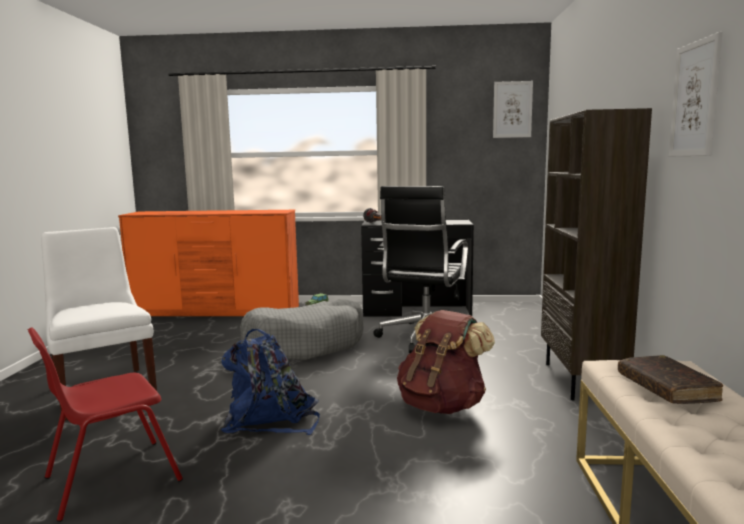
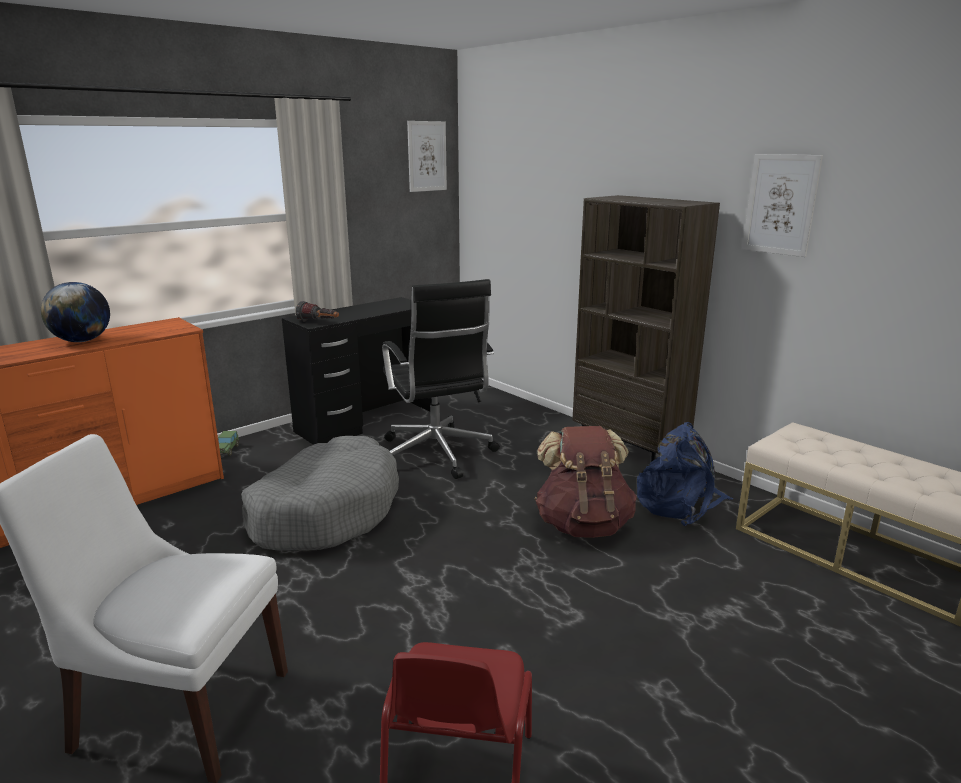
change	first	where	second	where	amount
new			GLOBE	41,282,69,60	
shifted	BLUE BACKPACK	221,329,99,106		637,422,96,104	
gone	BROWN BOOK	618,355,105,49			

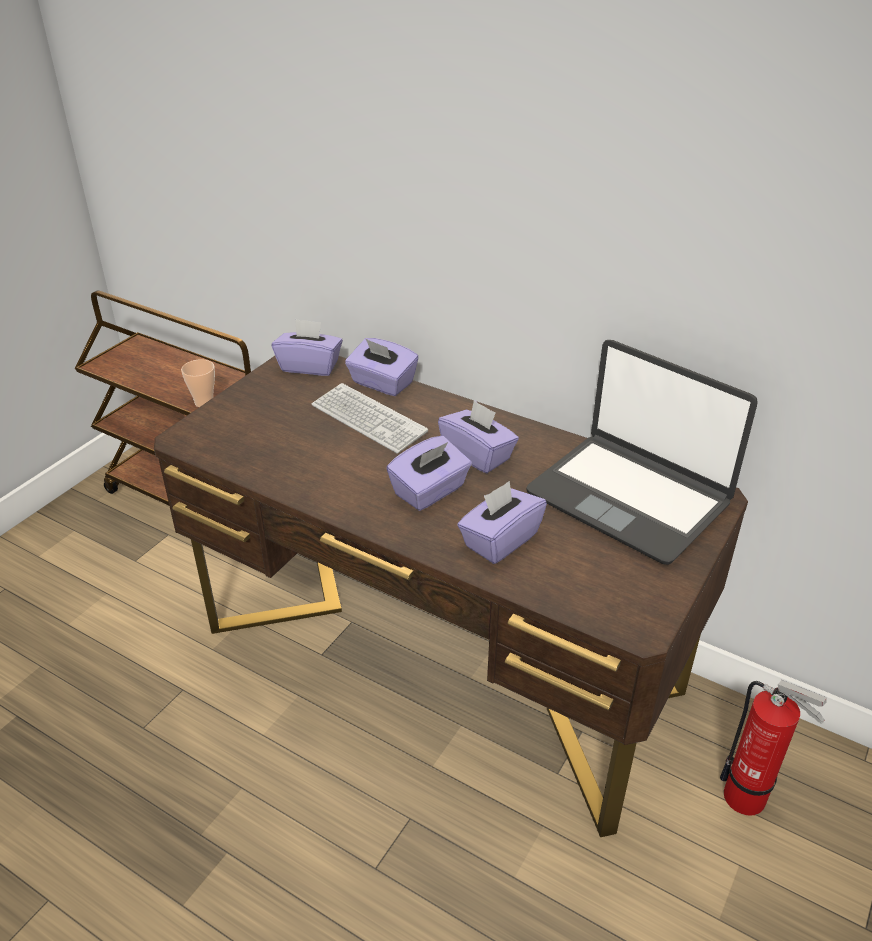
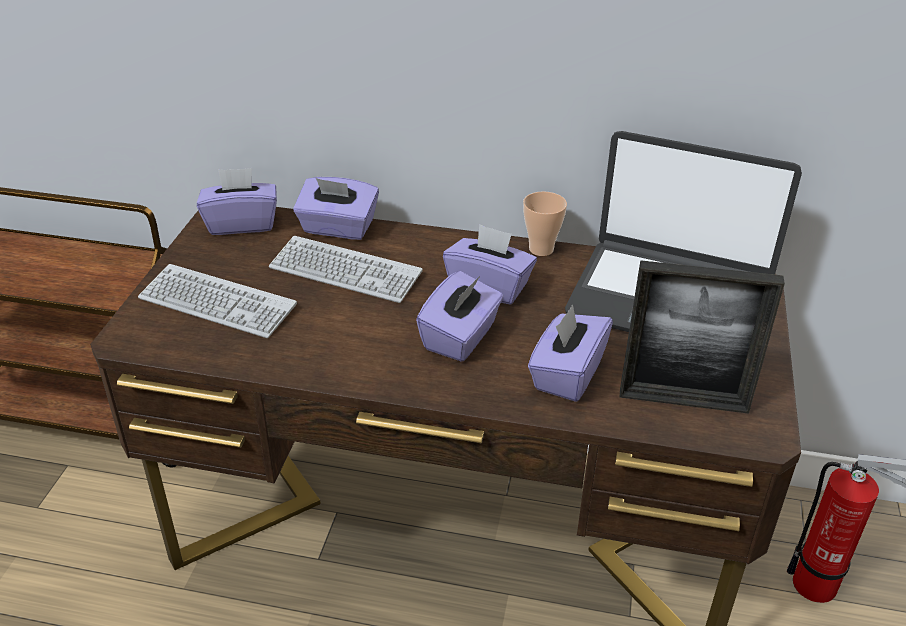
change	first	where	second	where	amount
new			KEYBOARD	138,264,159,74	
shifted	CUP	181,359,34,48		523,191,44,65	
new			PICTURE FRAME	620,260,165,154	

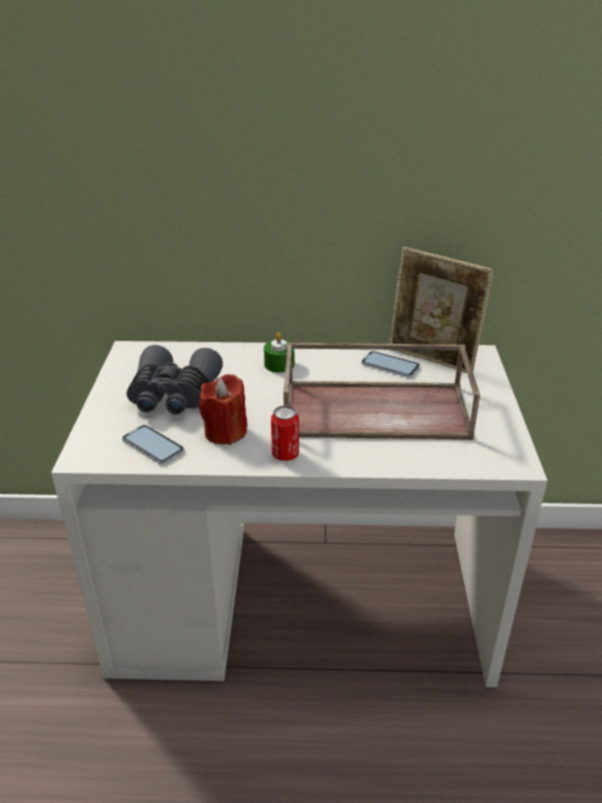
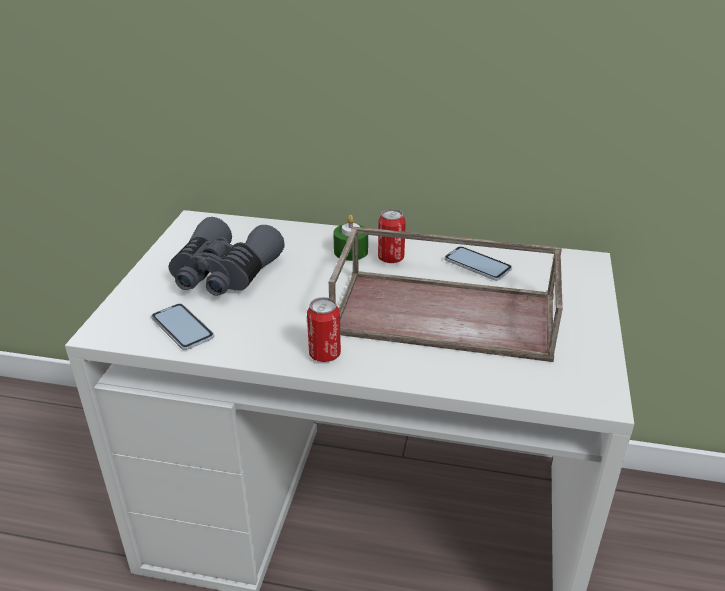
change	first	where	second	where	amount
new			CAN	378,209,28,54	
gone	RED CANDLE	199,374,48,71			
gone	PICTURE FRAME	389,247,105,126			

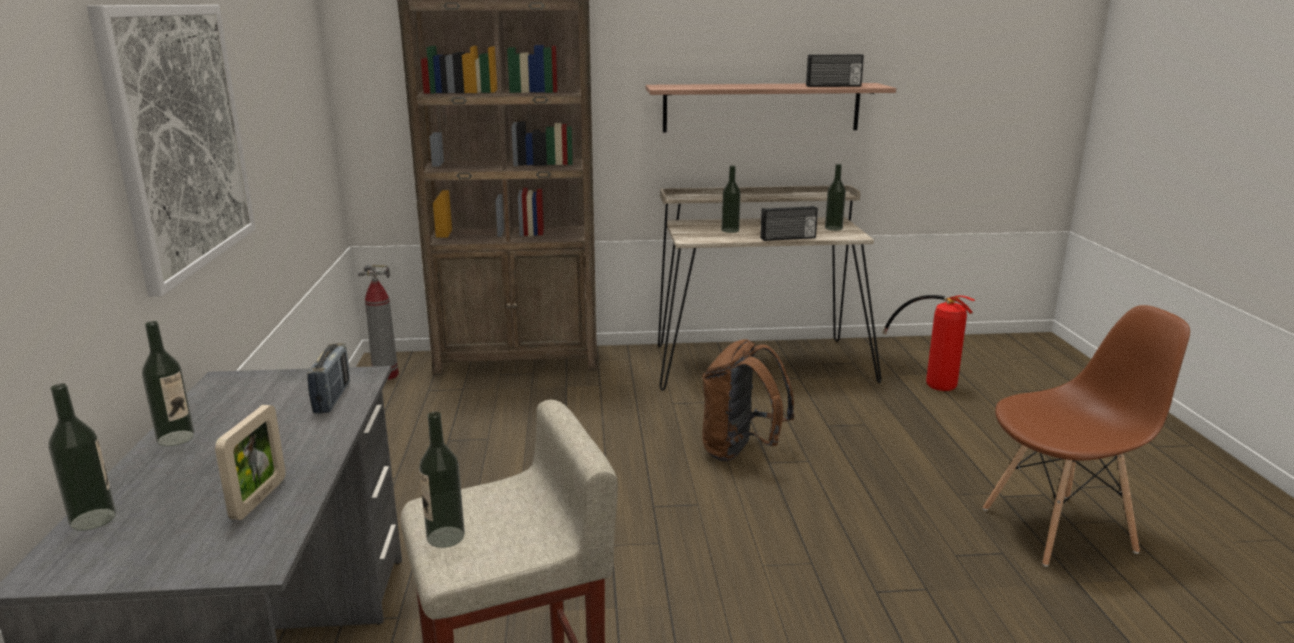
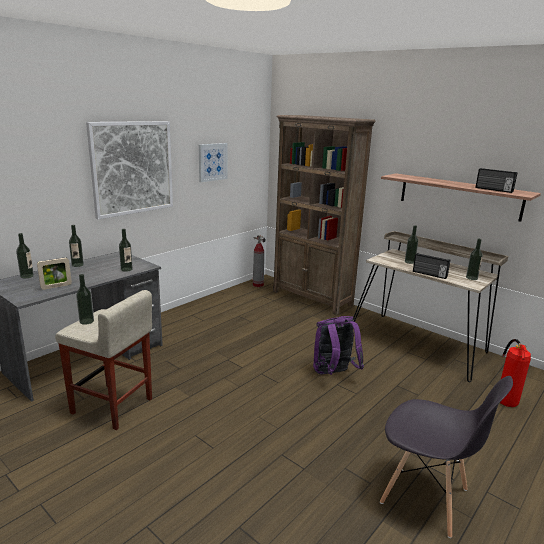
change	first	where	second	where	amount
swapped	RADIO	307,343,43,70	BOTTLE	119,229,14,43	
new			PICTURE	199,143,29,39	
repainted	BROWN BACKPACK	702,339,93,122	PURPLE BACKPACK	313,316,51,59	
repainted	BROWN CHAIR	983,305,207,262	GREY CHAIR	380,376,133,162	

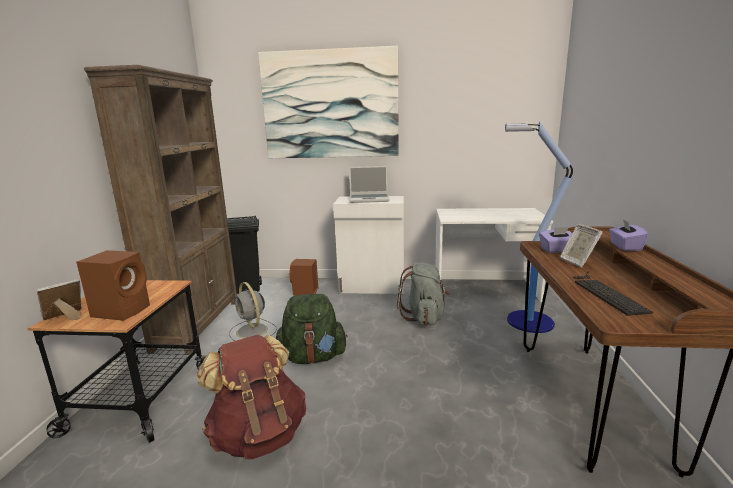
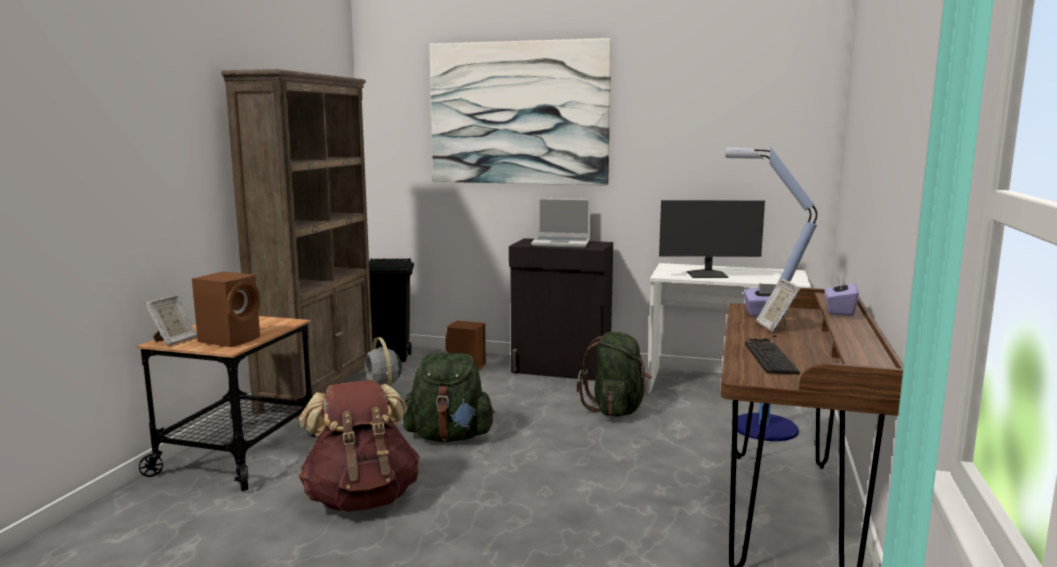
change	first	where	second	where	amount
rotated	PICTURE FRAME	37,279,45,41		145,295,52,51	150 degrees clockwise
repainted	WHITE CABINET	333,196,71,98	BLACK CABINET	509,238,104,143	
repainted	GREY BACKPACK	397,263,53,63	GREEN BACKPACK	576,332,76,84	
new			MONITOR	659,200,106,78	

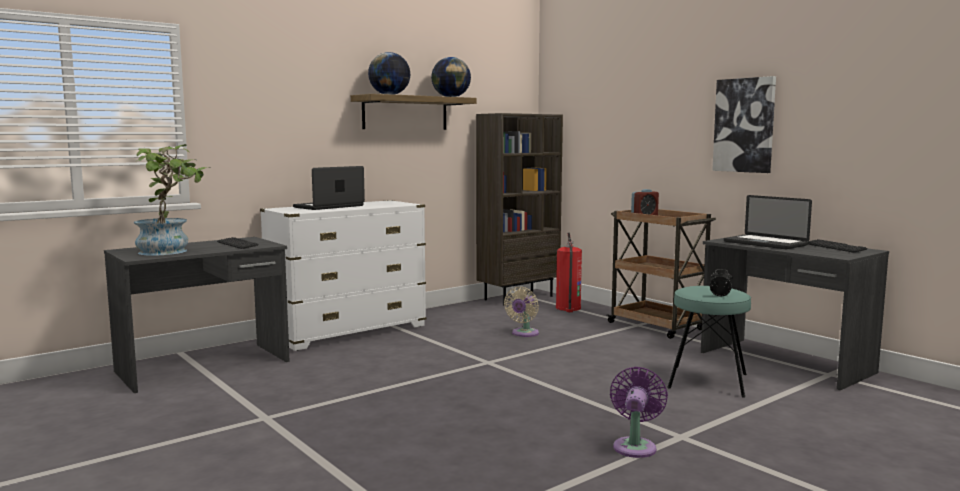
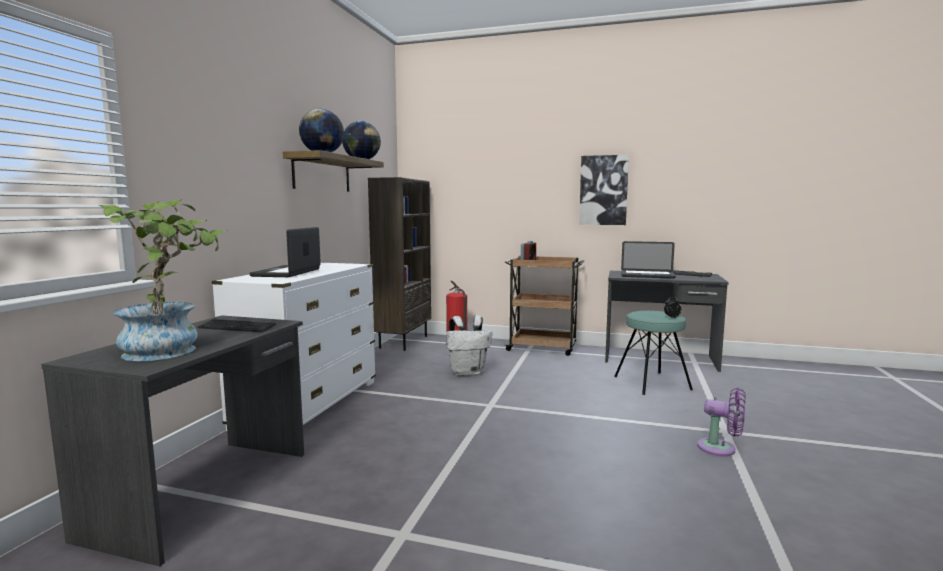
change	first	where	second	where	amount
swapped	BEIGE FAN	504,287,35,50	WHITE BACKPACK	447,315,45,61	
rotated	PURPLE FAN	610,367,58,91		697,388,49,68	135 degrees clockwise

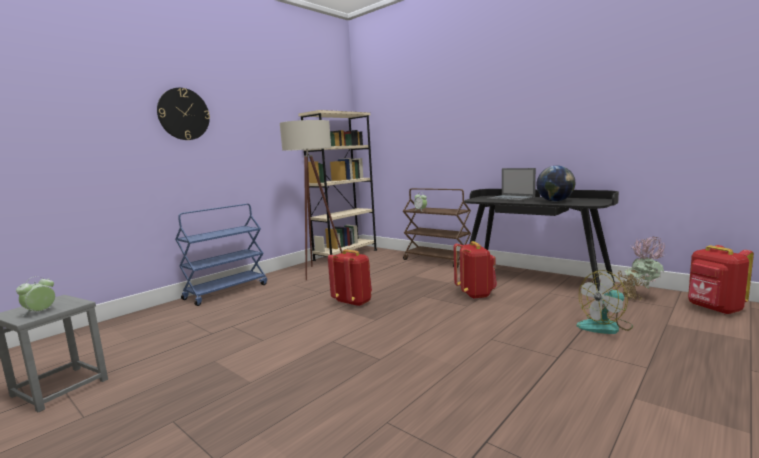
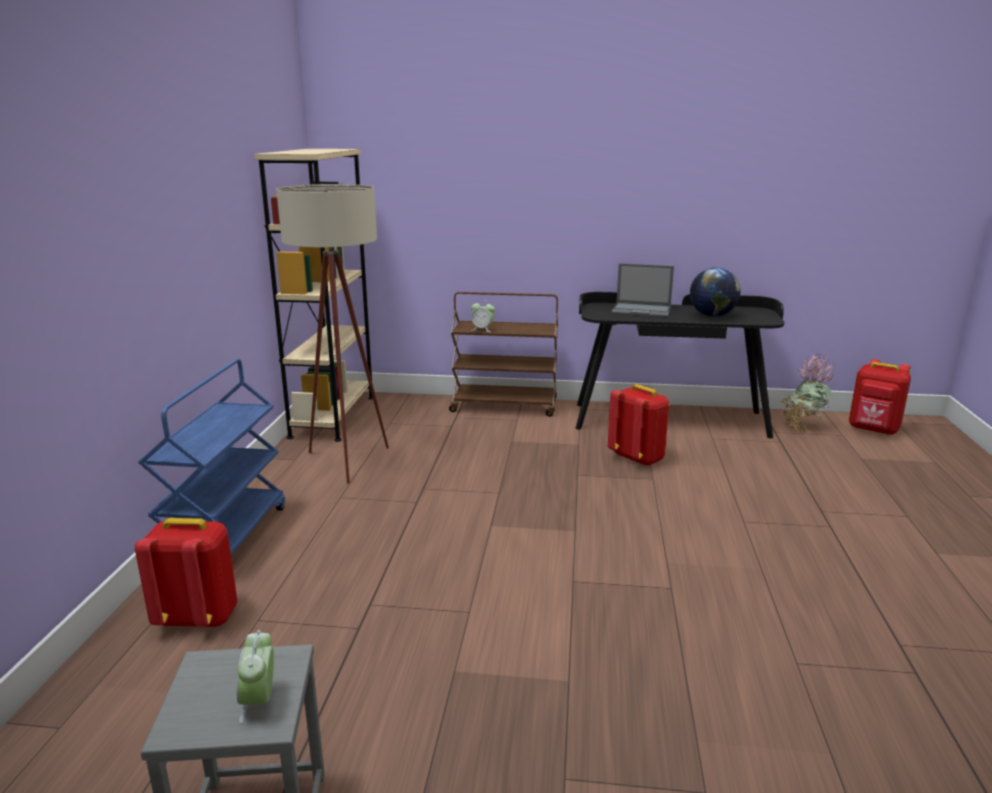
change	first	where	second	where	amount
shifted	RED BACKPACK	328,249,44,58		135,518,102,110	
gone	WALL CLOCK	157,88,53,52			
gone	FAN	577,270,56,64			

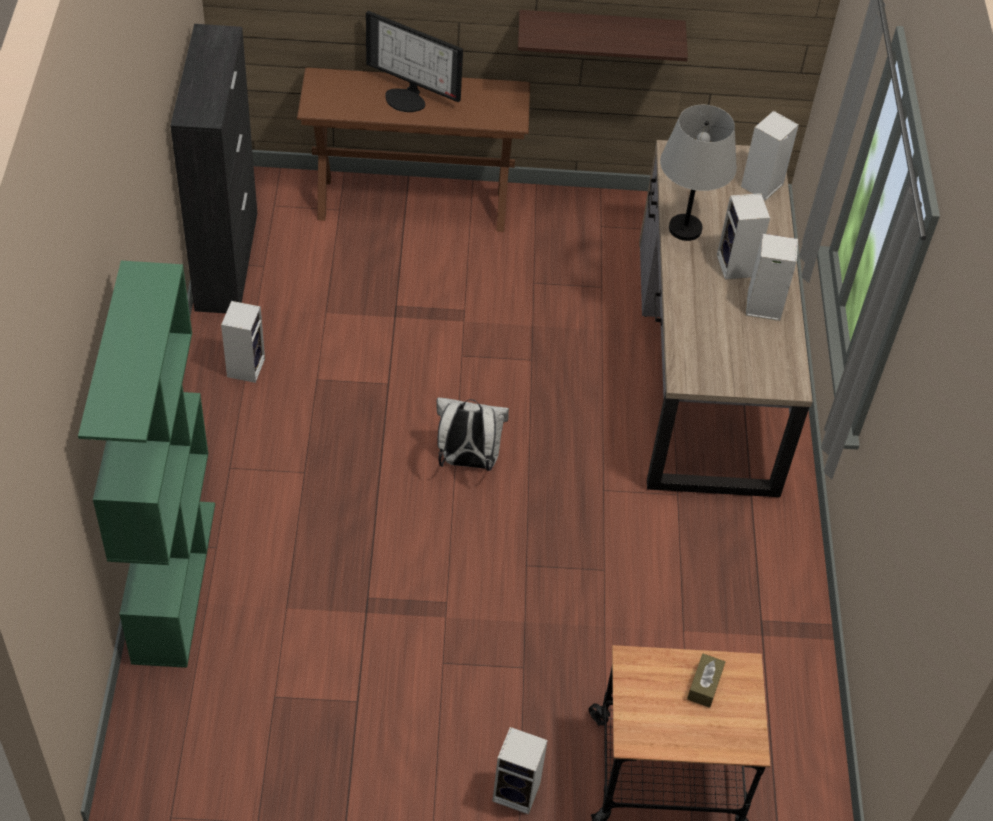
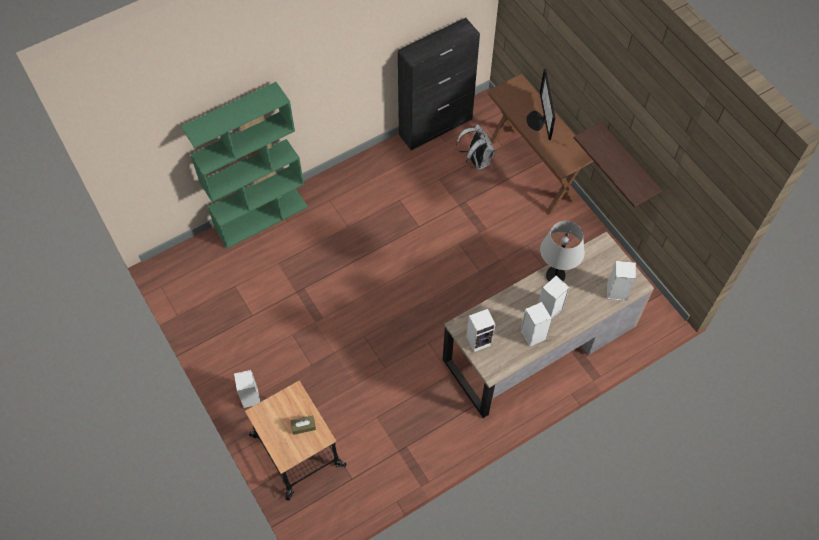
change	first	where	second	where	amount
shifted	WHITE BACKPACK	436,398,73,73		456,124,39,46	
shifted	SPEAKER	221,301,44,82		466,309,30,43	

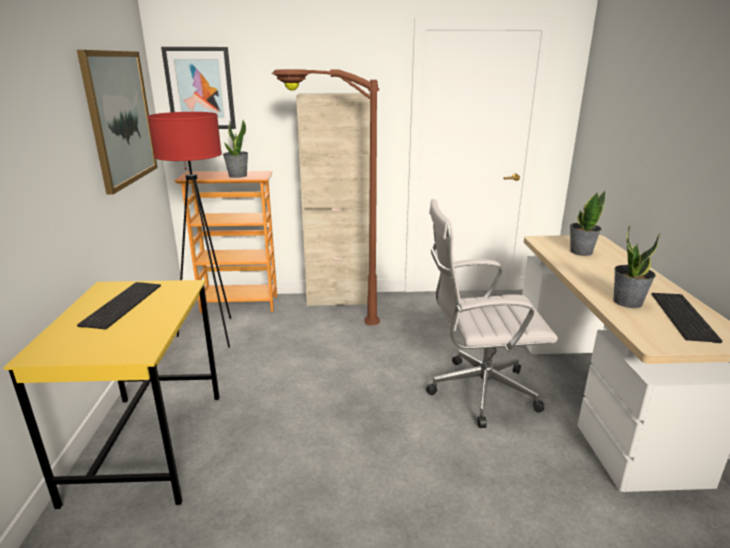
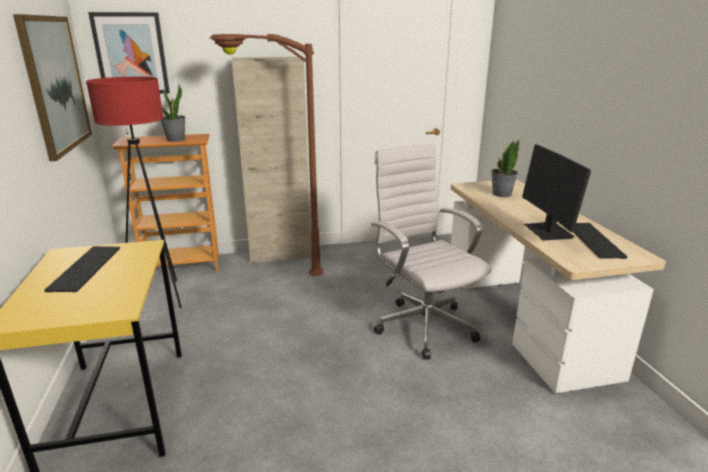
change	first	where	second	where	amount
rotated	WHITE OFFICE CHAIR	426,199,132,229		371,144,120,216	75 degrees clockwise
swapped	POTTED PLANT	613,225,47,83	MONITOR	522,144,69,96	

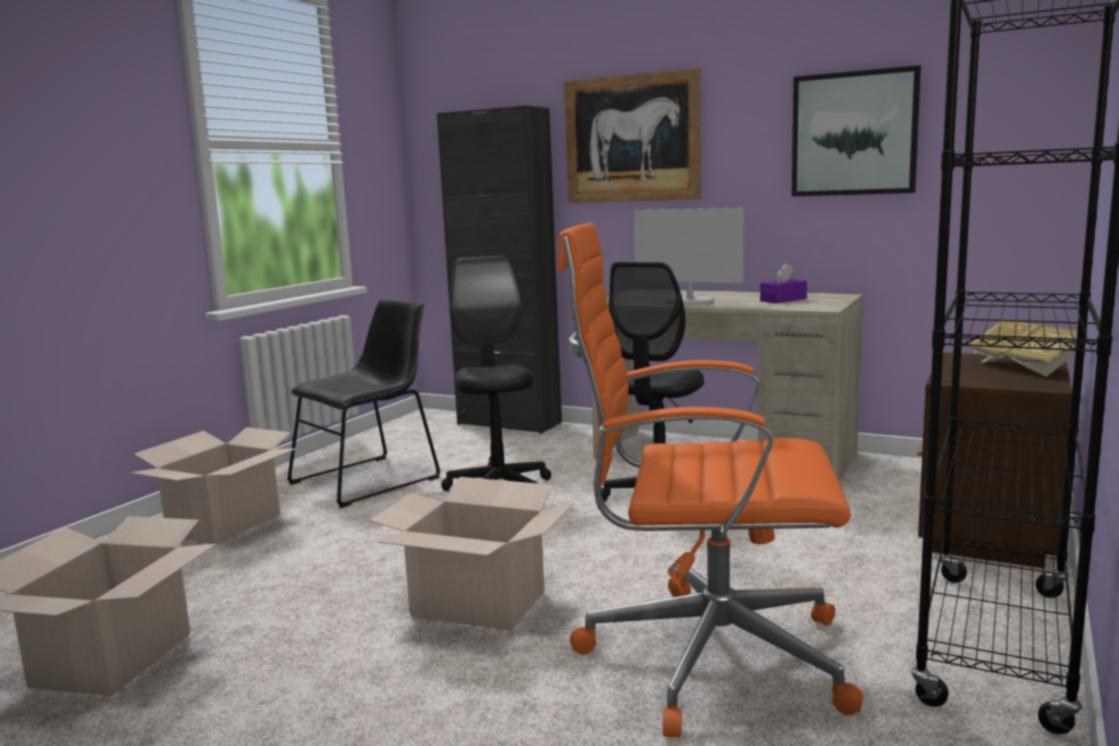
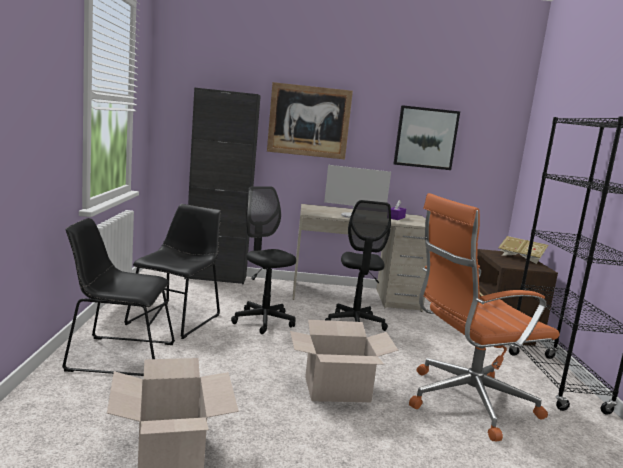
change	first	where	second	where	amount
swapped	CARDBOARD BOX	130,427,167,118	BLACK CHAIR	62,218,113,158	

